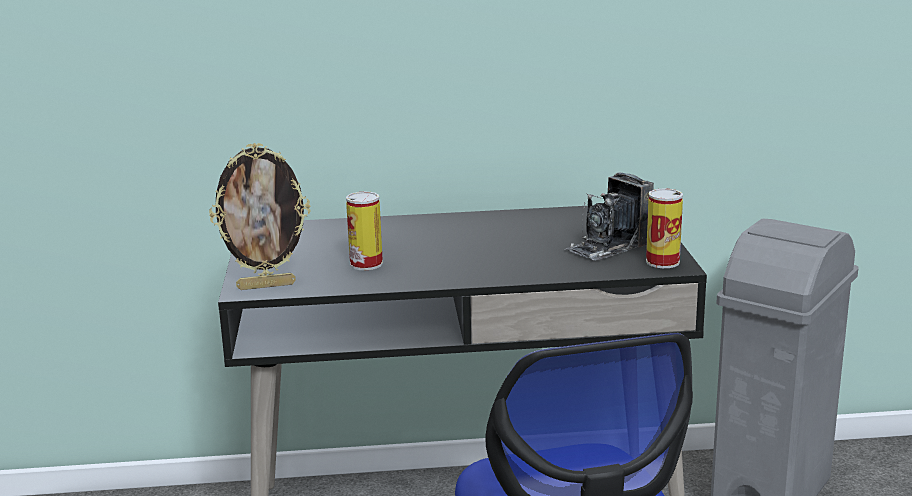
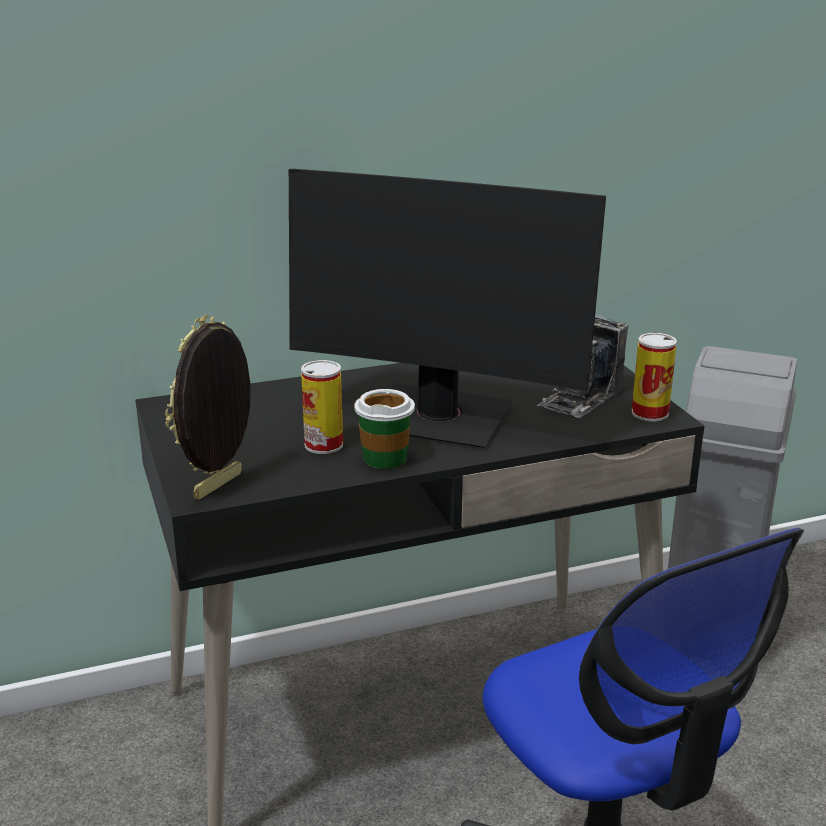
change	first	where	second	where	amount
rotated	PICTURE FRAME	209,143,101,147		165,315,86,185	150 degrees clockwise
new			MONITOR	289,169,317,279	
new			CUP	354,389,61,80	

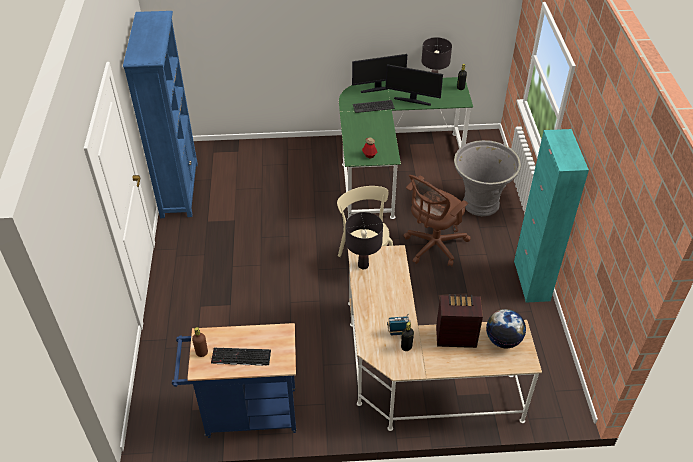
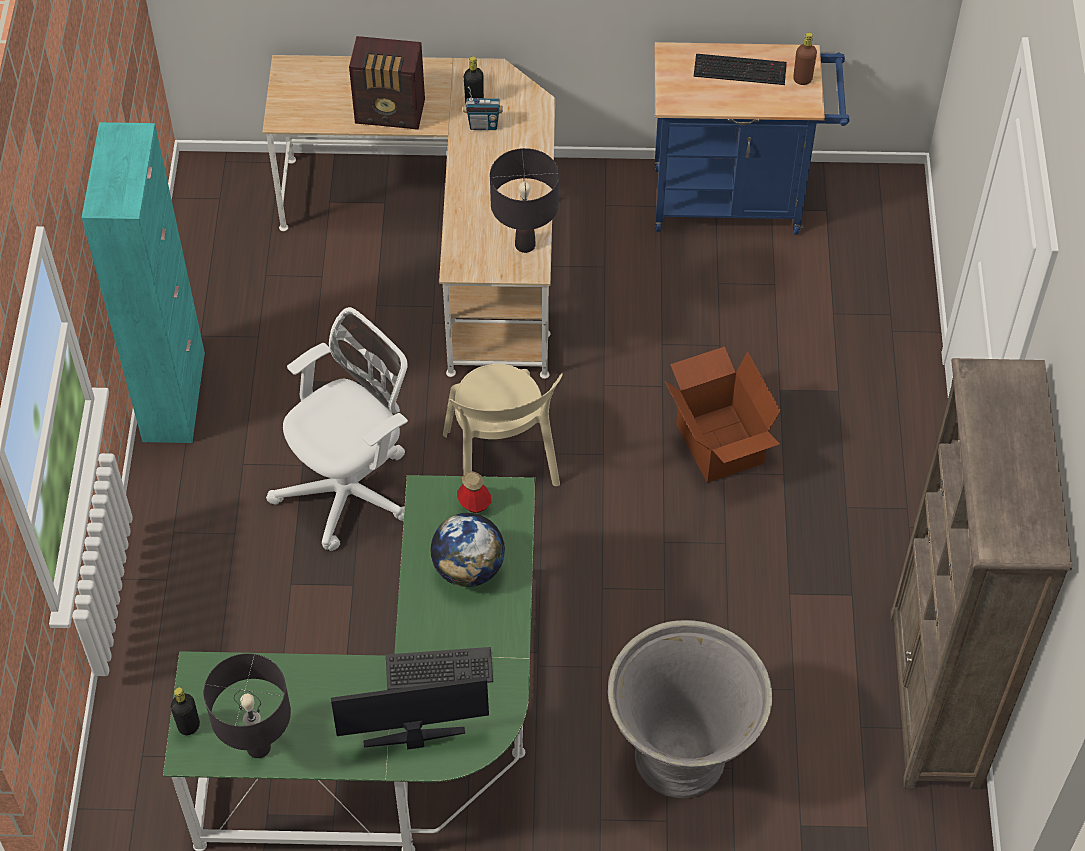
change	first	where	second	where	amount
repainted	BROWN OFFICE CHAIR	403,175,68,92	WHITE OFFICE CHAIR	266,307,142,244	
shifted	GLOBE	486,309,40,39		430,513,75,74	
shifted	GREY PLANTER	454,140,67,76		608,620,164,178	
new			CARDBOARD BOX	665,347,116,136	
repainted	BLUE BOOKCASE	123,11,75,207	BROWN BOOKCASE	890,358,182,432	
gone	MONITOR	385,64,58,42			

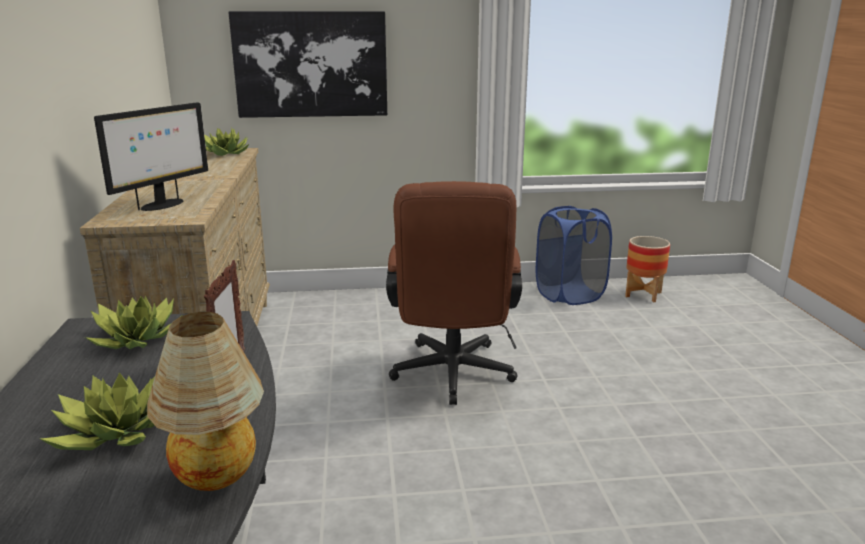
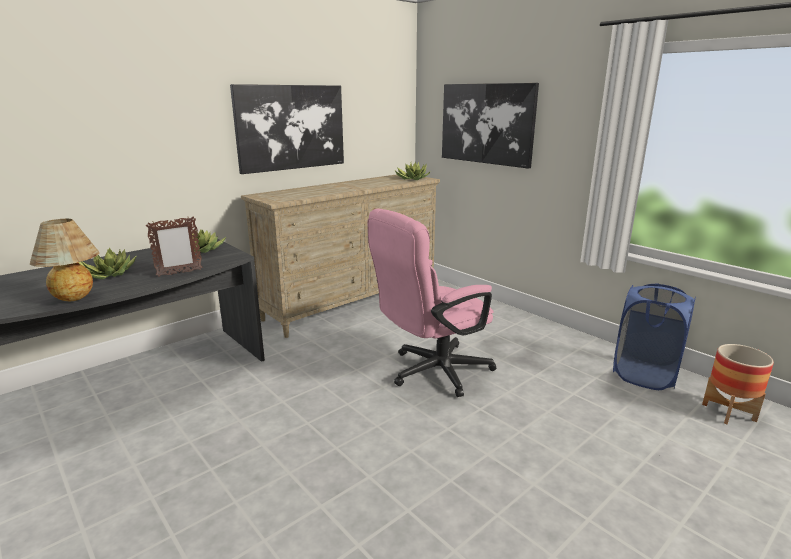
change	first	where	second	where	amount
new			PICTURE	230,84,114,90	
repainted	BROWN OFFICE CHAIR	386,181,136,224	PINK OFFICE CHAIR	367,209,129,188	
gone	MONITOR	94,102,114,109			

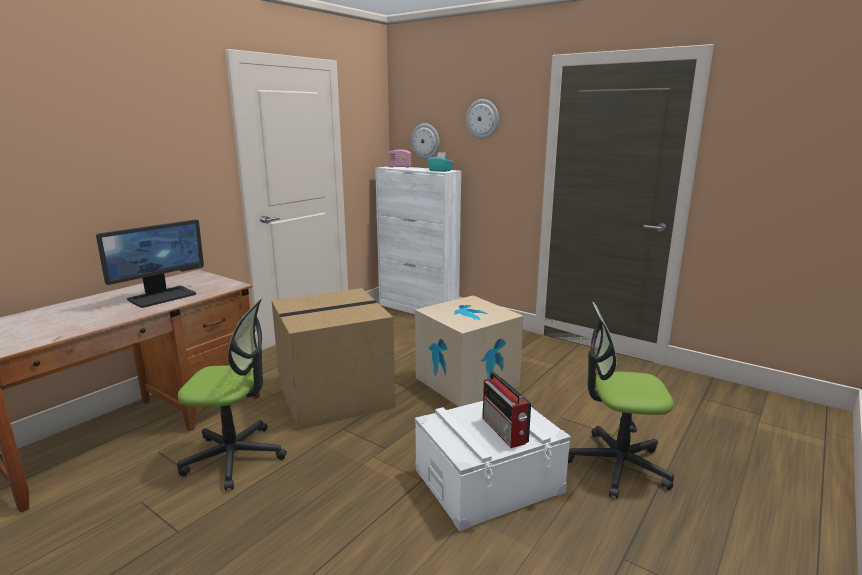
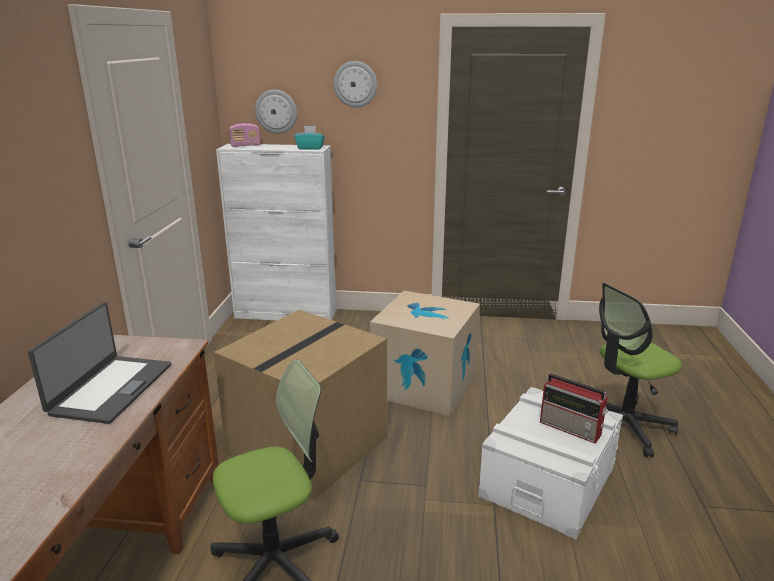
change	first	where	second	where	amount
swapped	MONITOR	96,219,108,89	LAPTOP	28,302,143,122	

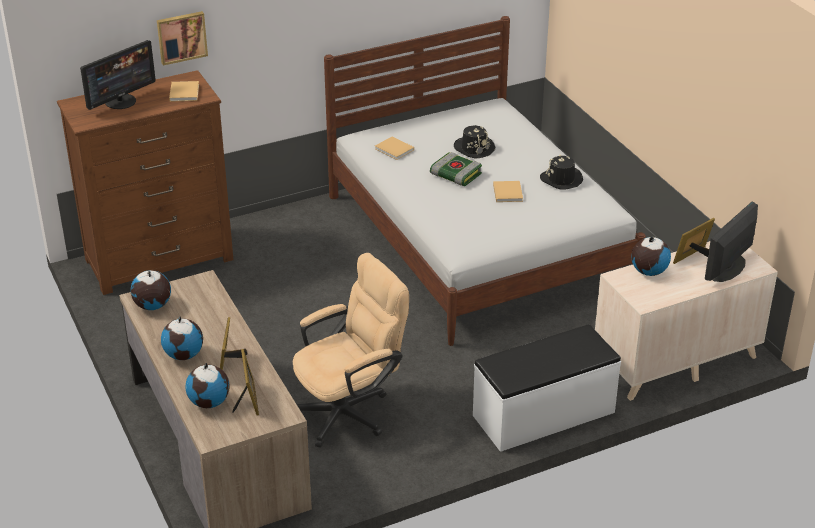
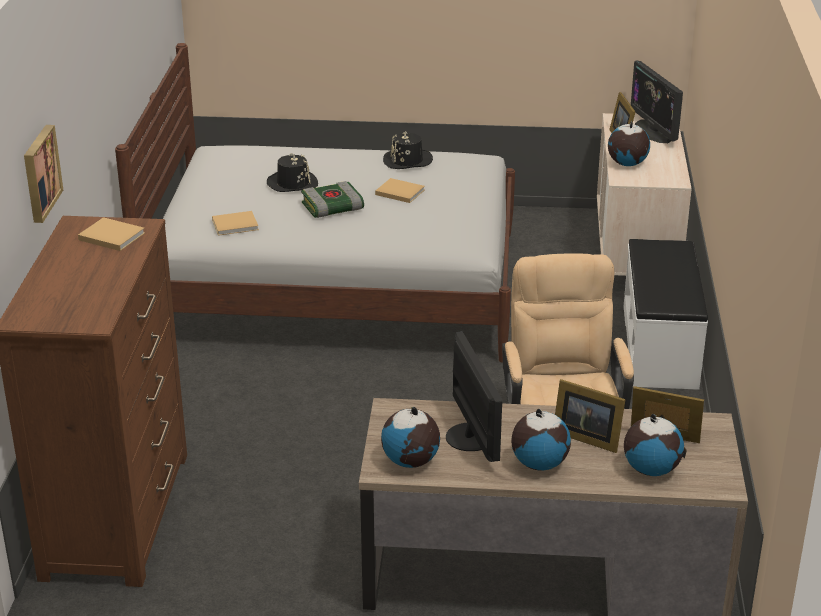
change	first	where	second	where	amount
shifted	MONITOR	80,40,76,70		446,331,56,131	

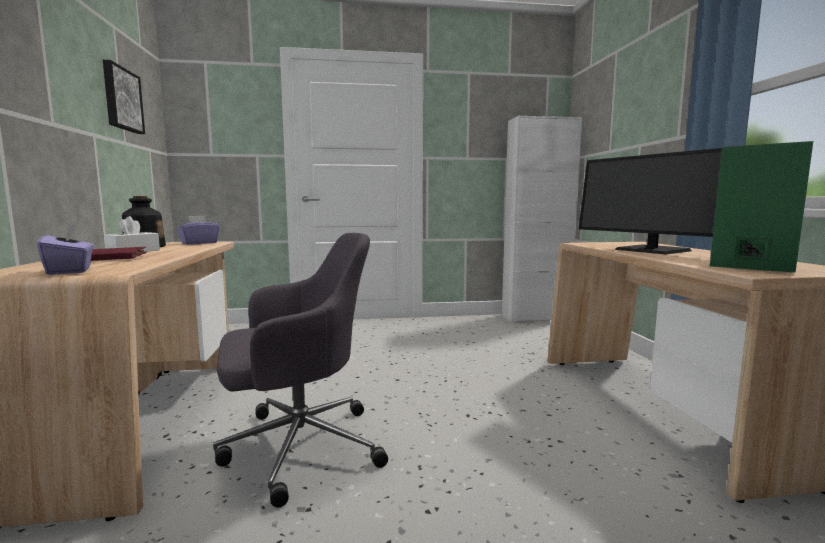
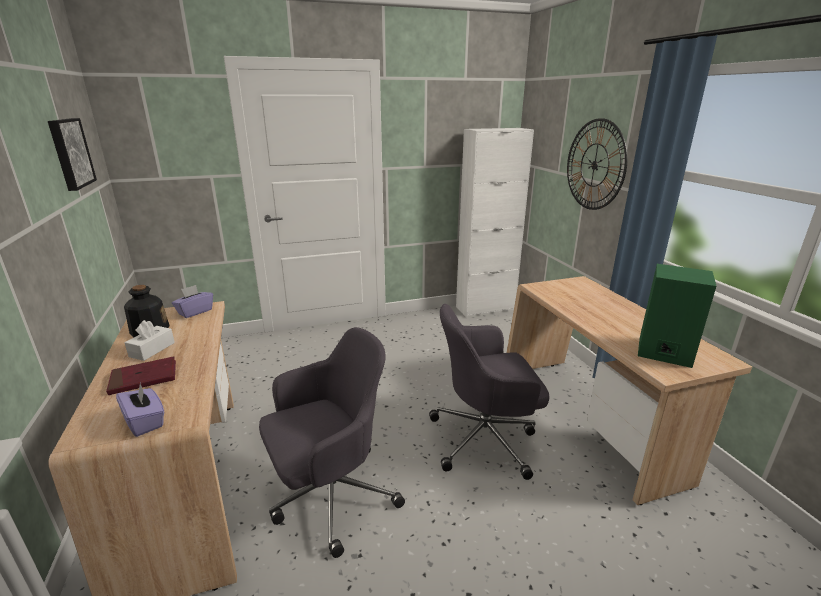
change	first	where	second	where	amount
new			GREY OFFICE CHAIR	429,304,121,176	
new			WALL CLOCK	567,118,61,92	
gone	MONITOR	579,148,143,106			

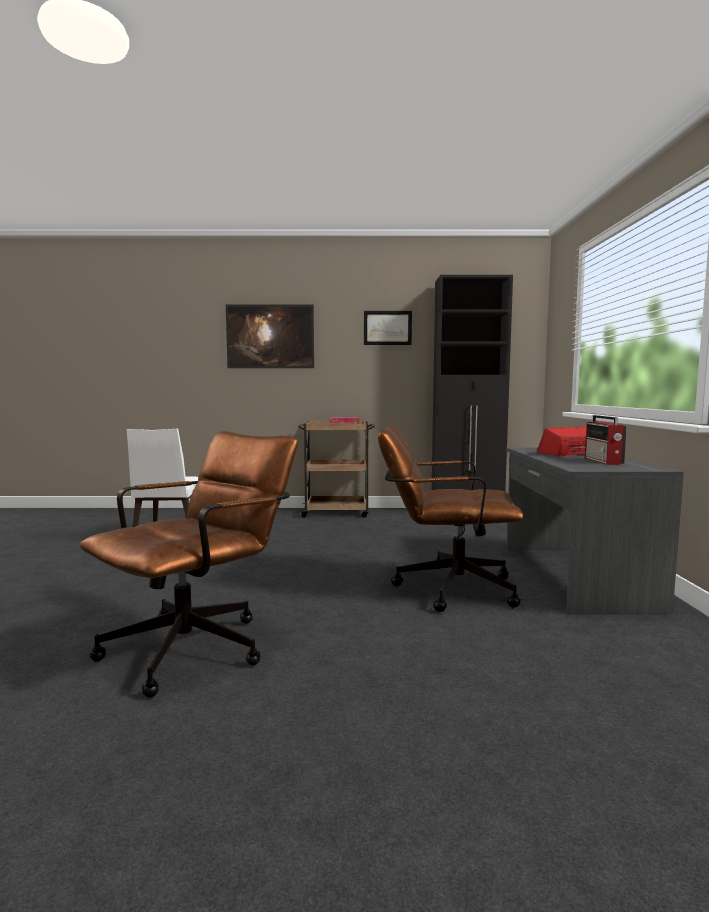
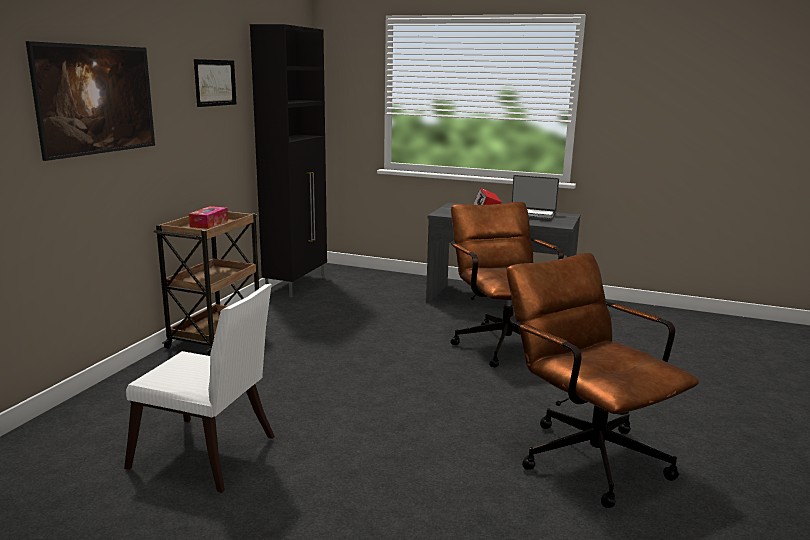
change	first	where	second	where	amount
rotated	BROWN OFFICE CHAIR	378,424,146,188		450,202,114,166	135 degrees clockwise
swapped	RADIO	585,415,42,50	LAPTOP	512,175,47,46	

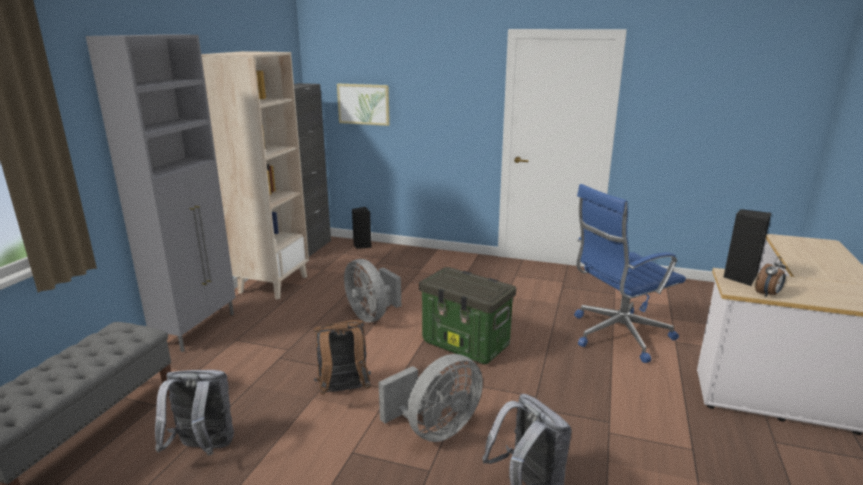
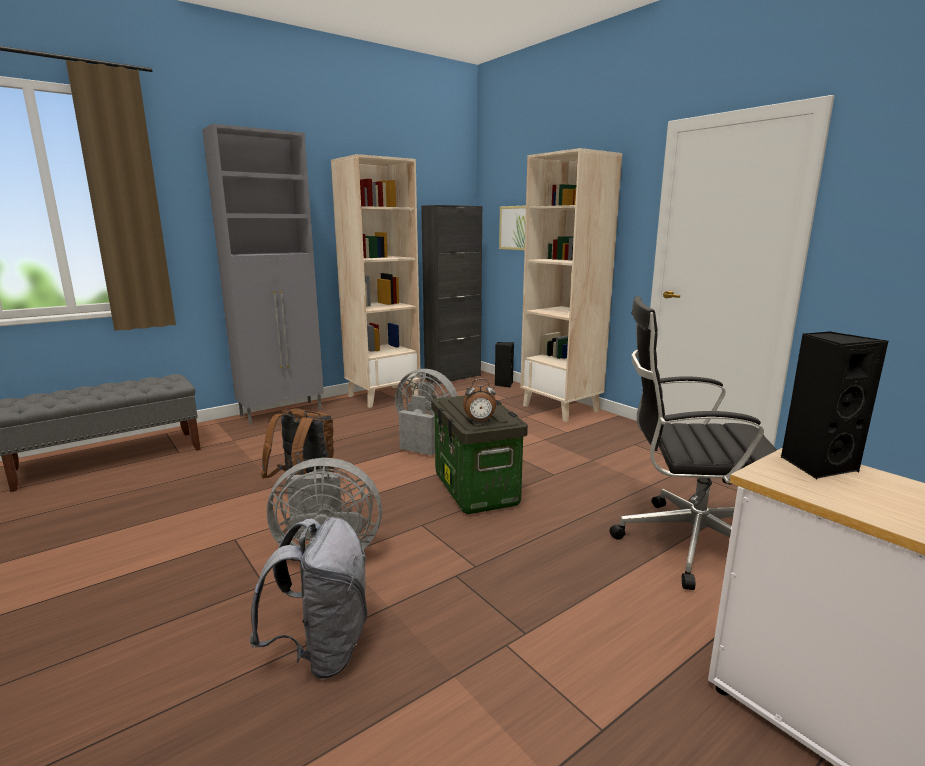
change	first	where	second	where	amount
rotated	GREY FAN	344,259,57,63		395,369,63,86	120 degrees clockwise
shifted	ALARM CLOCK	755,256,31,41		463,379,33,43	
new			BEIGE BOOKCASE	520,148,102,274	
repainted	BLUE OFFICE CHAIR	574,184,112,179	BLACK OFFICE CHAIR	609,296,168,294	
gone	GREY BACKPACK	155,370,79,86			

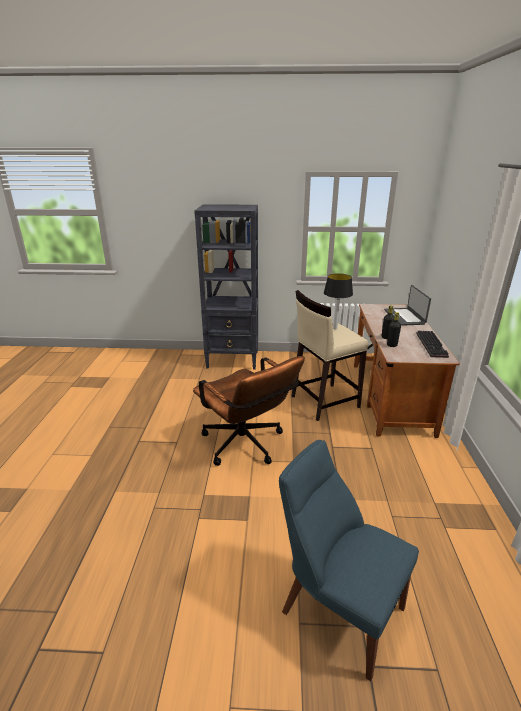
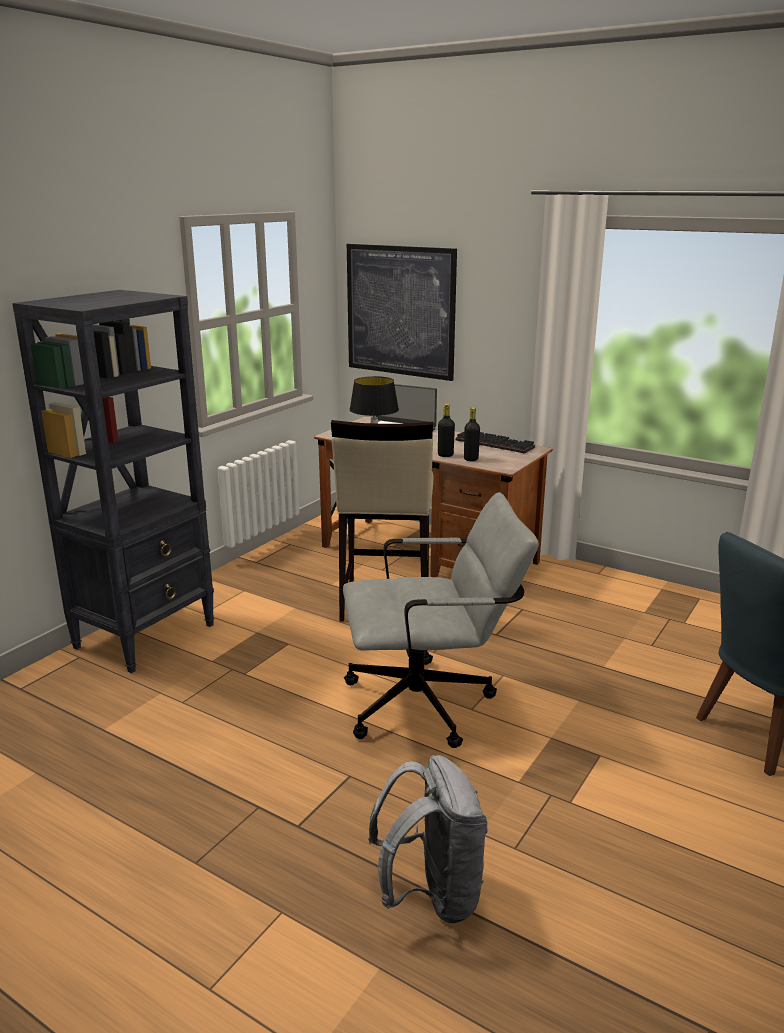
change	first	where	second	where	amount
repainted	BROWN OFFICE CHAIR	193,356,112,110	GREY OFFICE CHAIR	343,492,196,256	
new			PICTURE	347,244,110,137	
new			GREY BACKPACK	368,755,120,169	

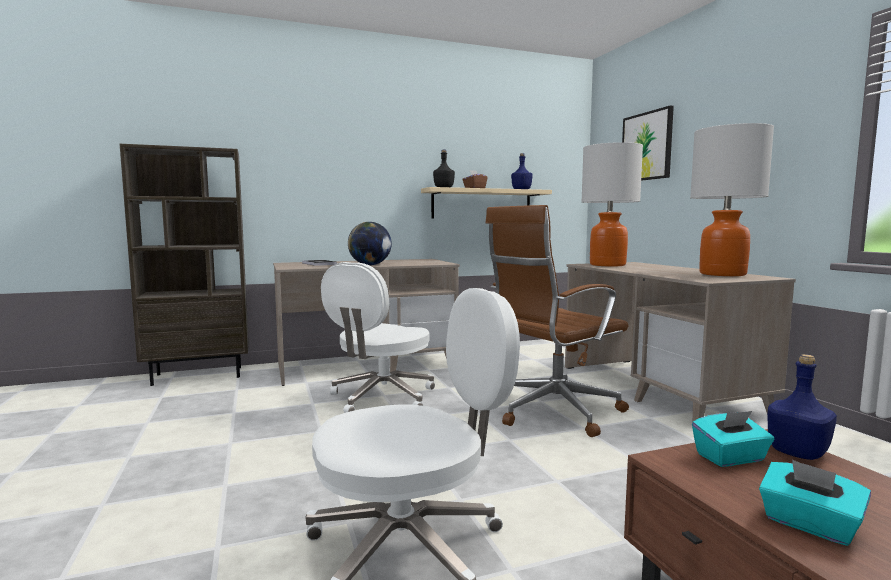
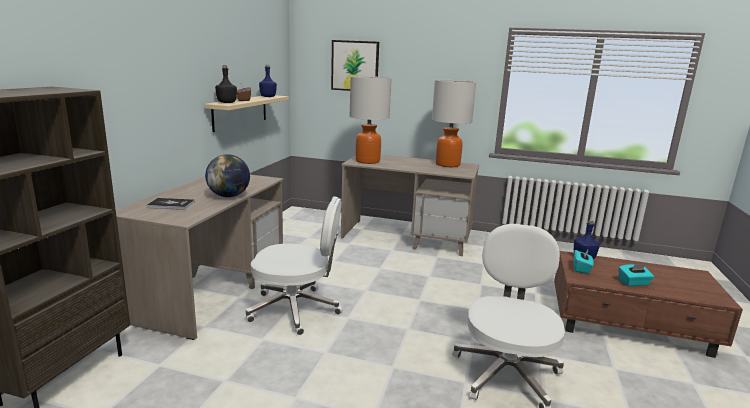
change	first	where	second	where	amount
rotated	WHITE OFFICE CHAIR	321,262,114,151		246,196,97,139	60 degrees counterclockwise
gone	BROWN OFFICE CHAIR	485,205,144,232			

